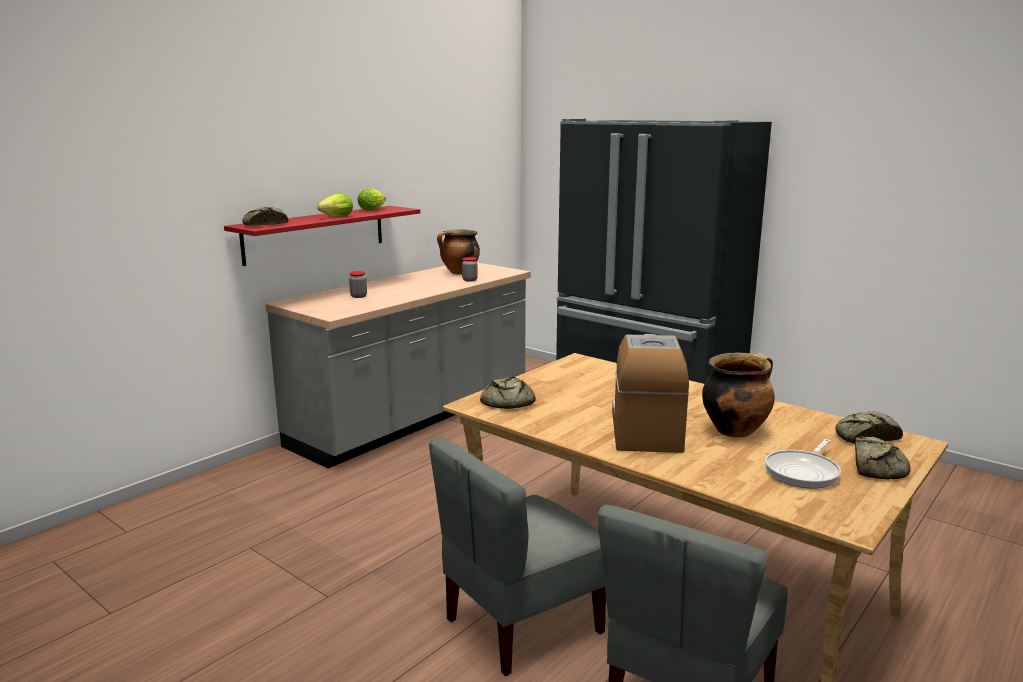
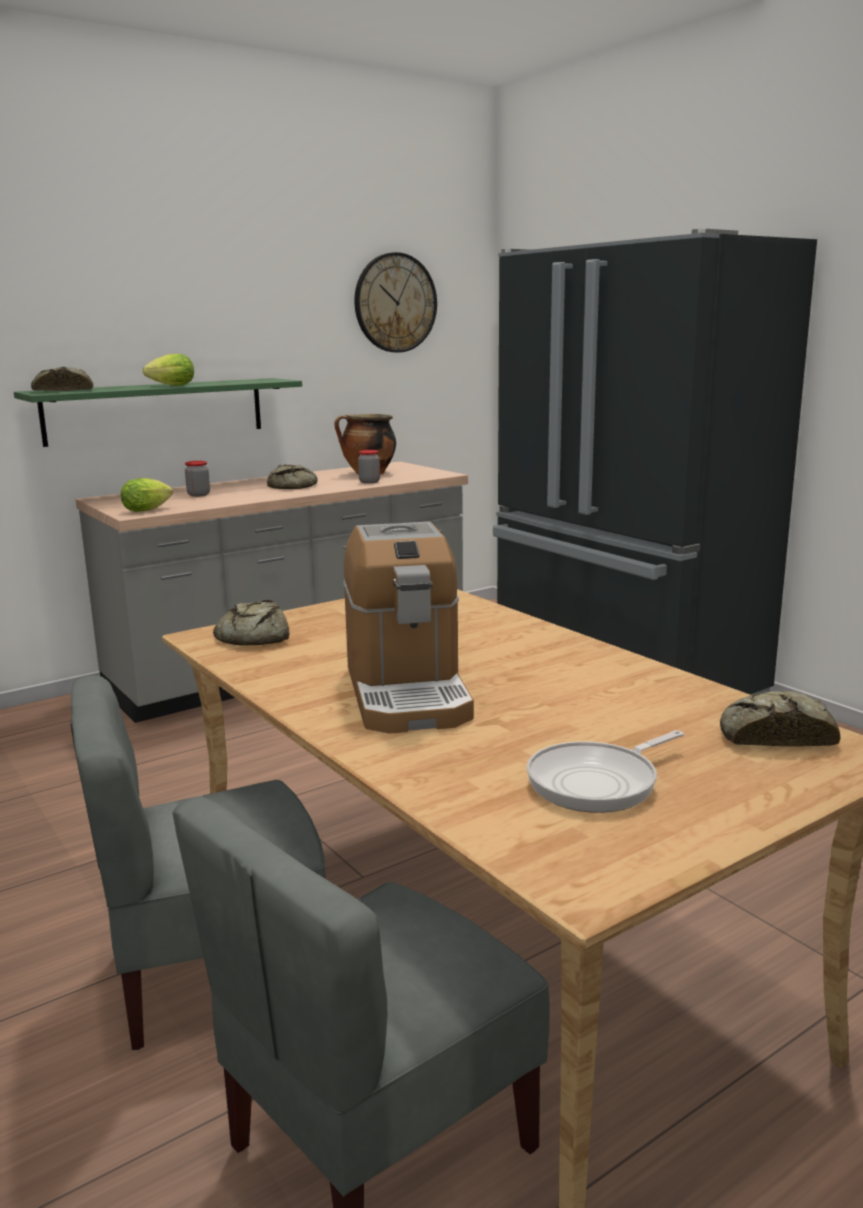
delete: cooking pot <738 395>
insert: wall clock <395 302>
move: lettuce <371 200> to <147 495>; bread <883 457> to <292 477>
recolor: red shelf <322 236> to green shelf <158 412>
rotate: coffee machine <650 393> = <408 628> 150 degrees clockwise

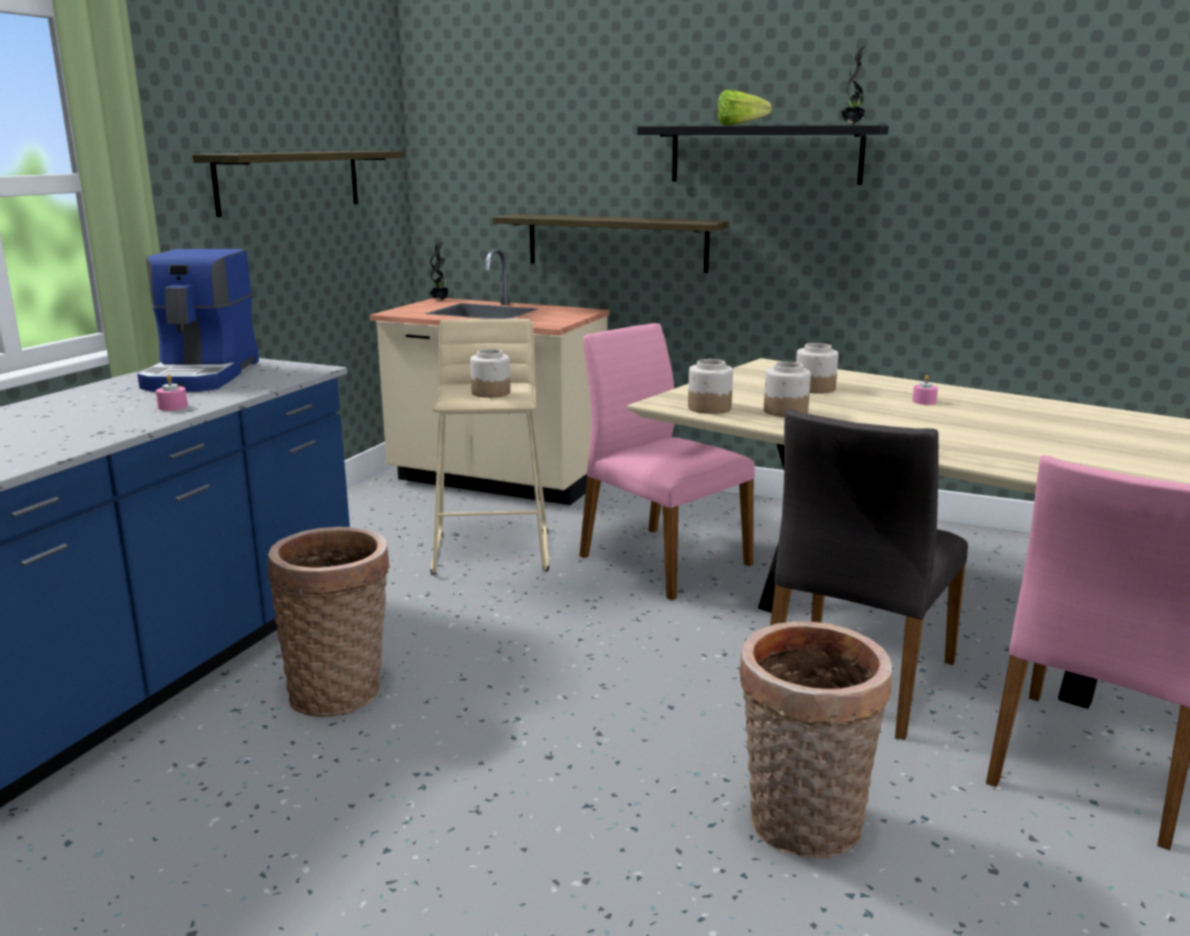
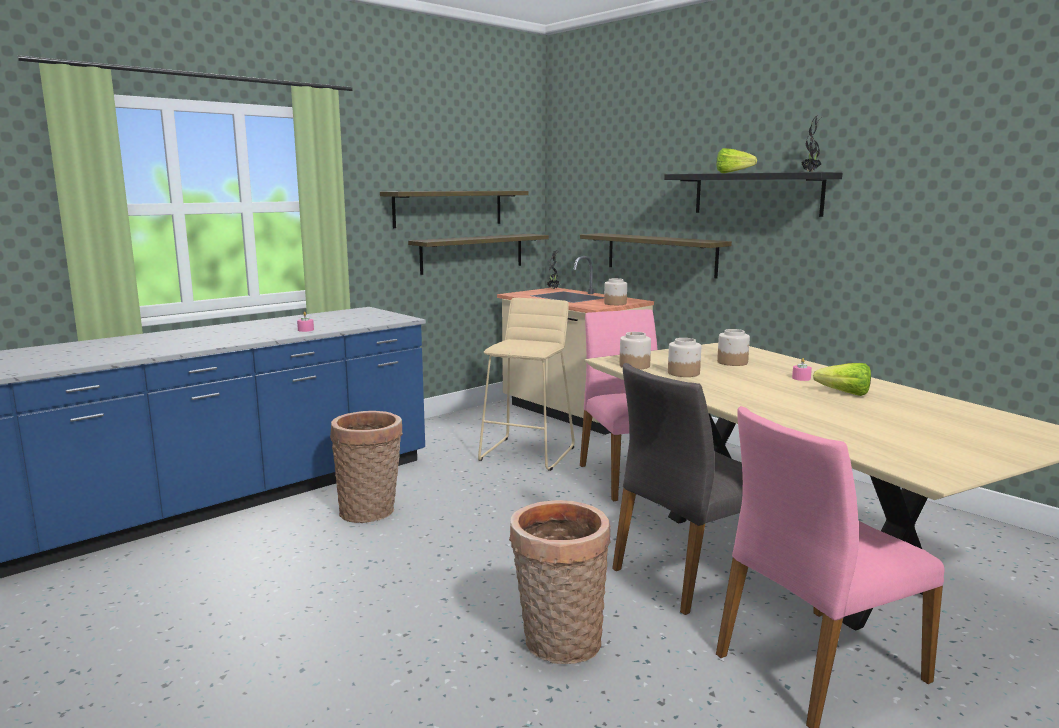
delete: coffee machine <198 320>
insert: shelf <478 254>; lettuce <842 379>
move: jar <490 373> to <615 291>

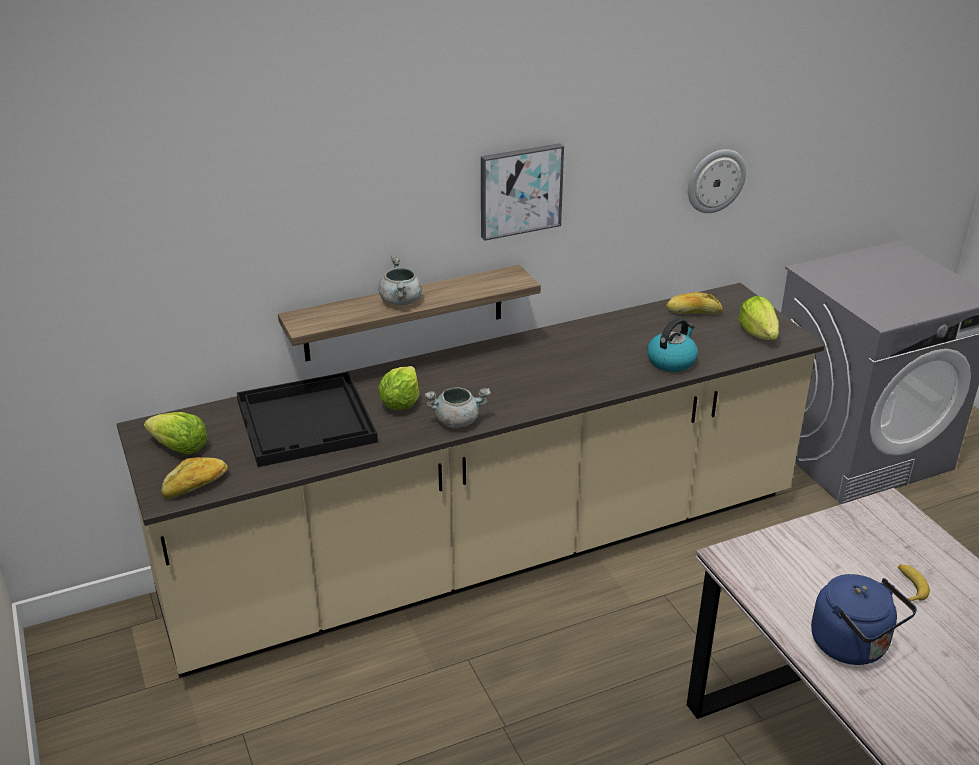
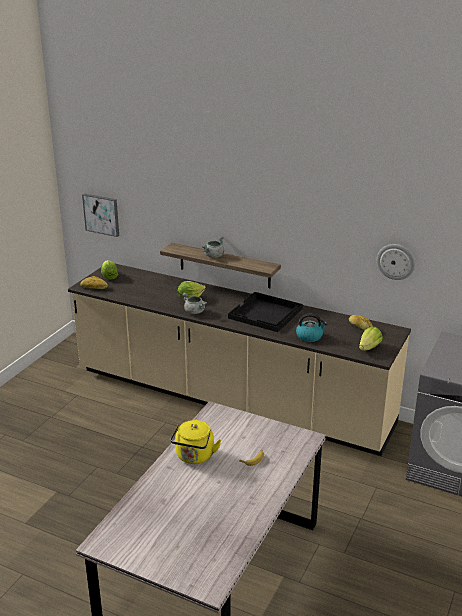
move: picture <522 192> to <100 215>; black tray <307 419> to <265 312>
recolor: blue kettle <864 619> to yellow kettle <195 442>

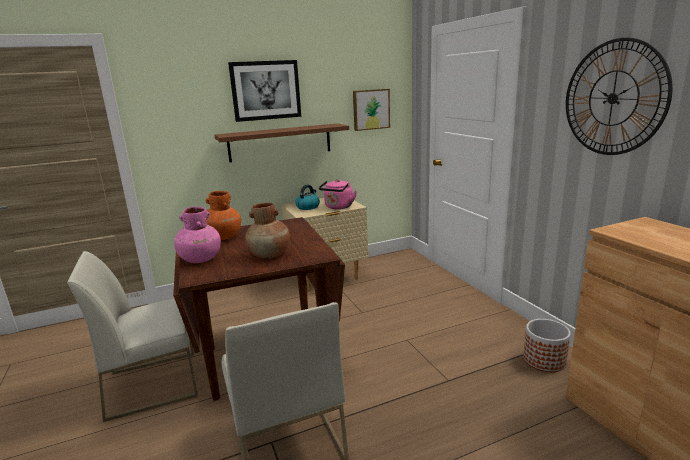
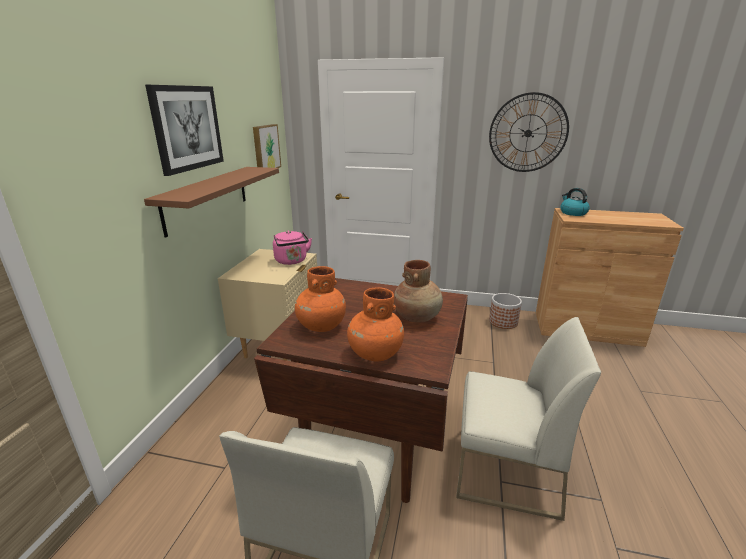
move: kettle <308 197> to <575 202>
recolor: pink vase <197 235> to orange vase <375 324>

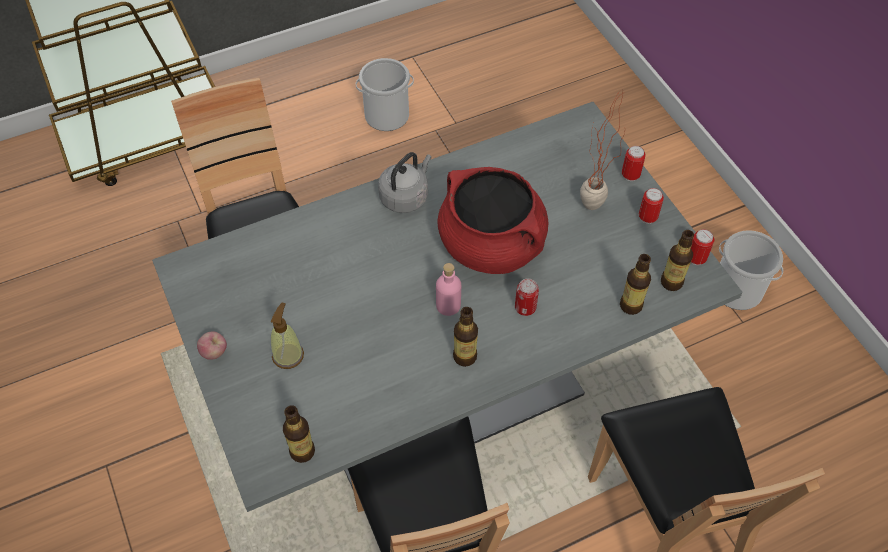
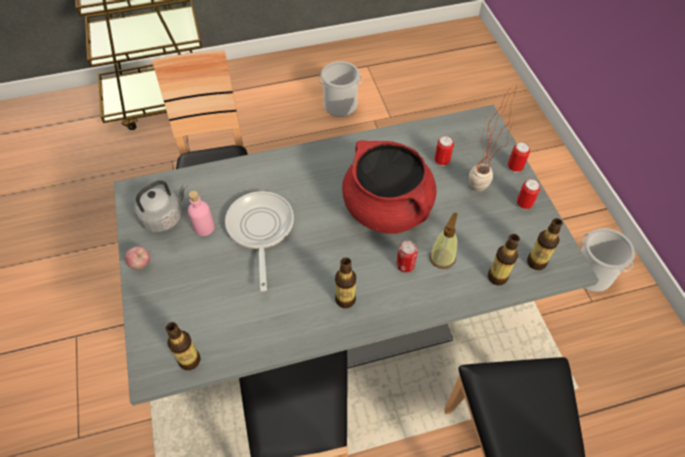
insert: frying pan <259 241>
move: grey kettle <405 182> to <160 206>; pink bottle <448 289> to <201 213>; soap dispenser <287 336> to <443 240>; can <702 247> to <444 151>

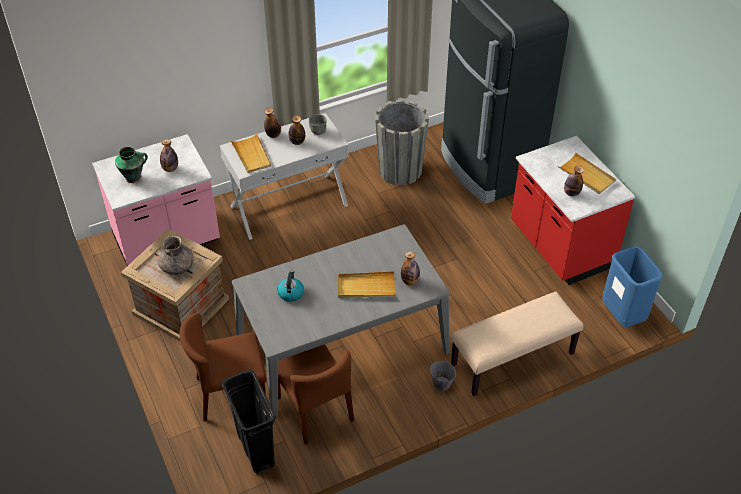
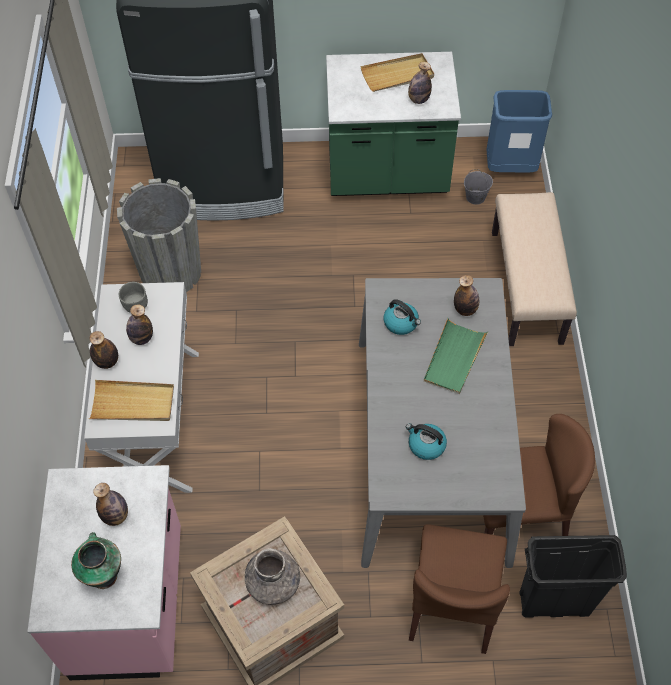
insert: kettle <402 317>
move: grey bucket <443 375> to <478 187>
recolor: red counter <573 210> to green counter <393 124>; beige tray <366 284> to green tray <456 356>

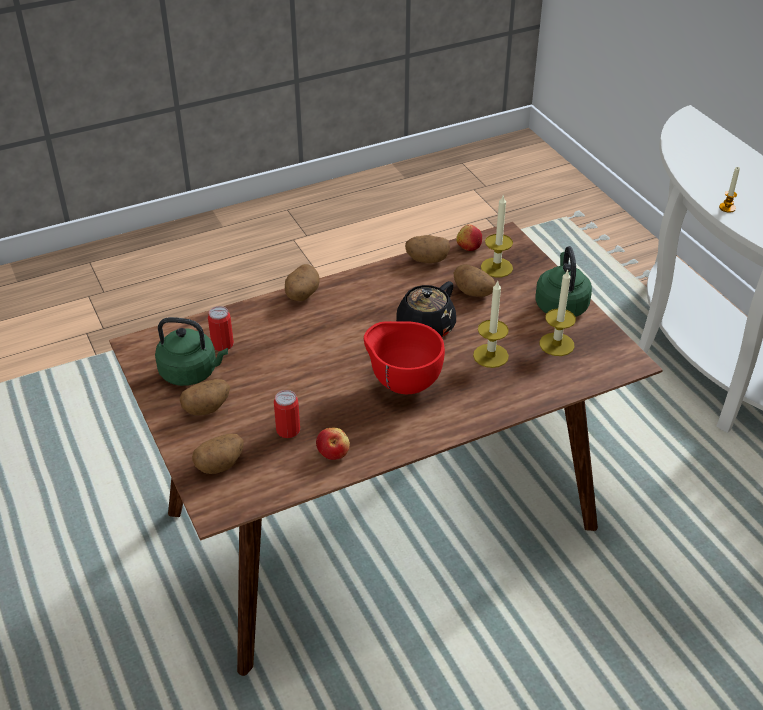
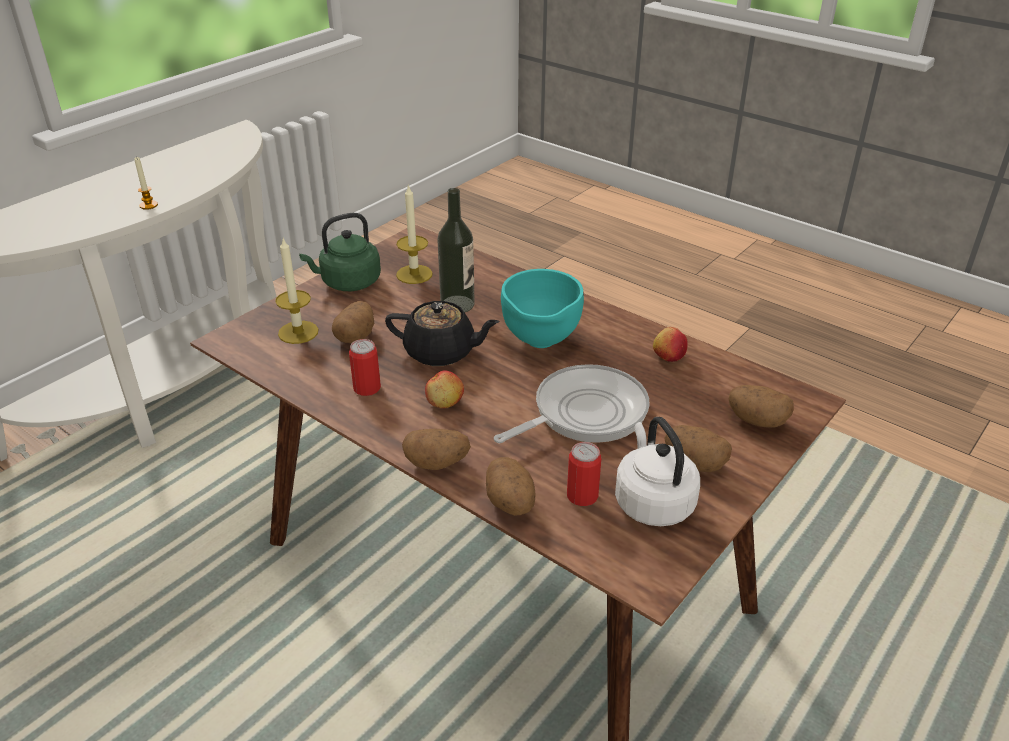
insert: frying pan <572 403>
move: can <287 414> to <365 367>; apple <469 237> to <444 389>; potato <427 249> to <511 486>
replace: candle <491 324> to bottle <456 250>
recolor: red bowl <404 357> to turquoise bowl <542 308>; green kettle <191 351> to white kettle <657 471>

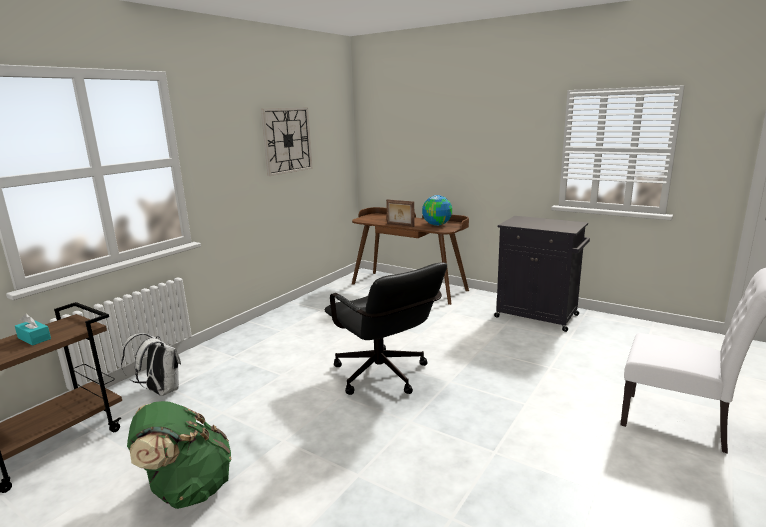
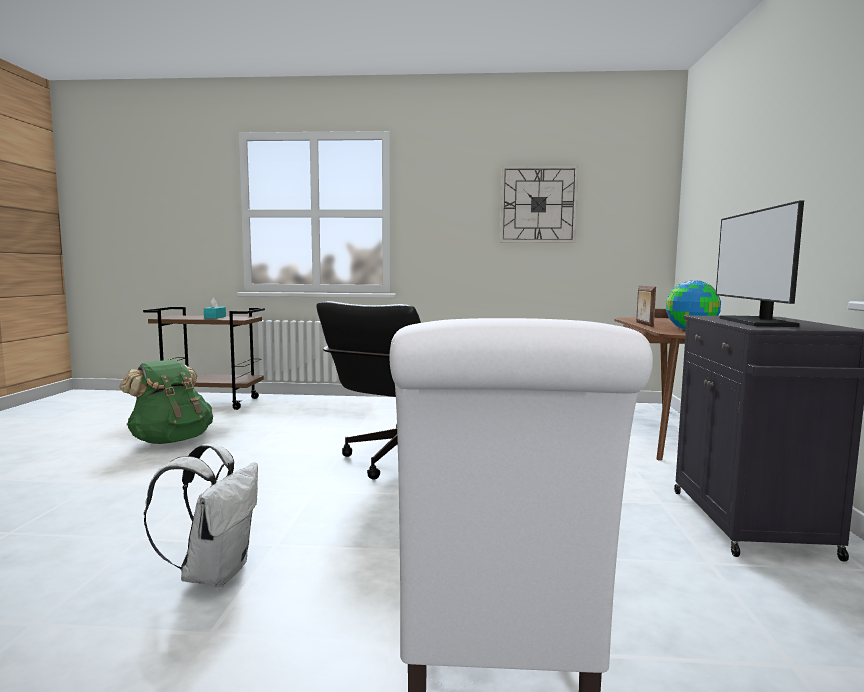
insert: monitor <760 263>
move: white backpack <151 364> to <201 515>

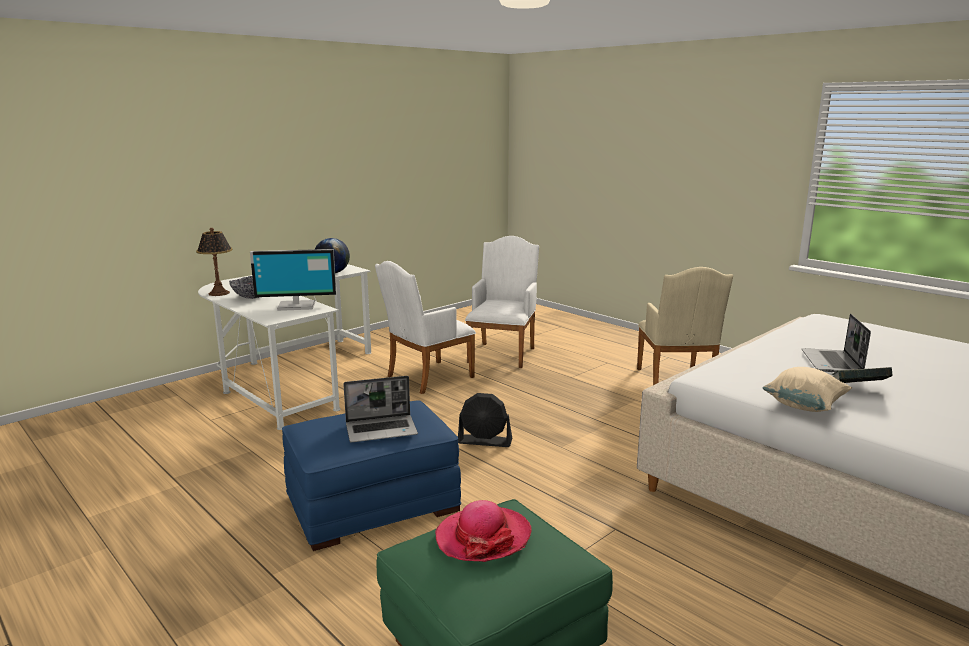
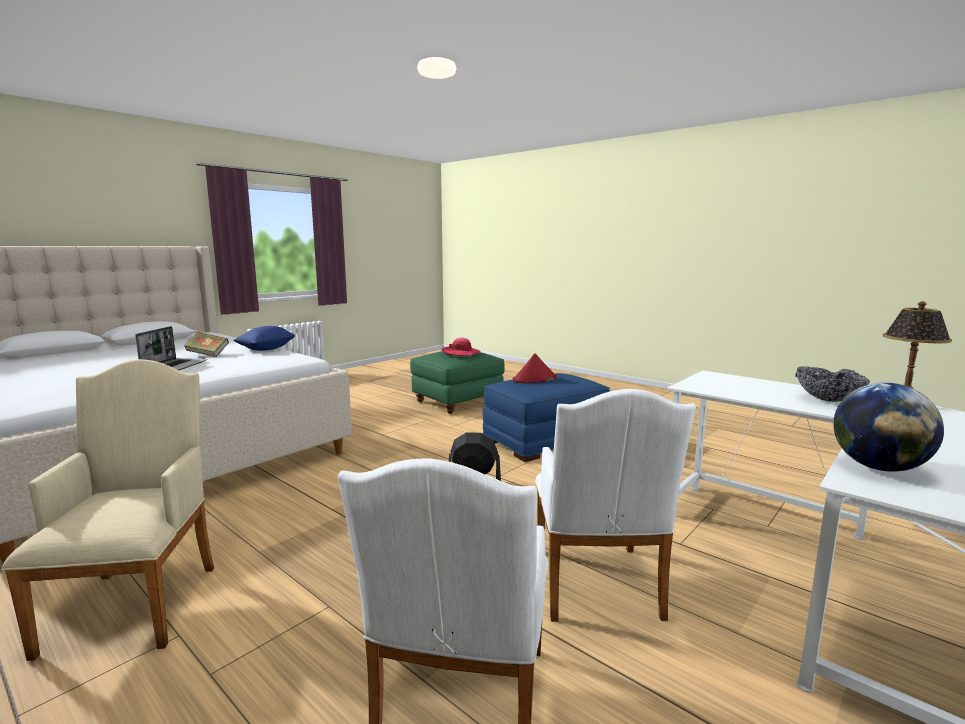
delete: monitor <293 280>
replace: laptop <380 409> to red hat <534 368>
recolor: beige pillow <807 389> to blue pillow <264 338>
rotate: white armchair <425 327> = <615 505> 135 degrees clockwise

